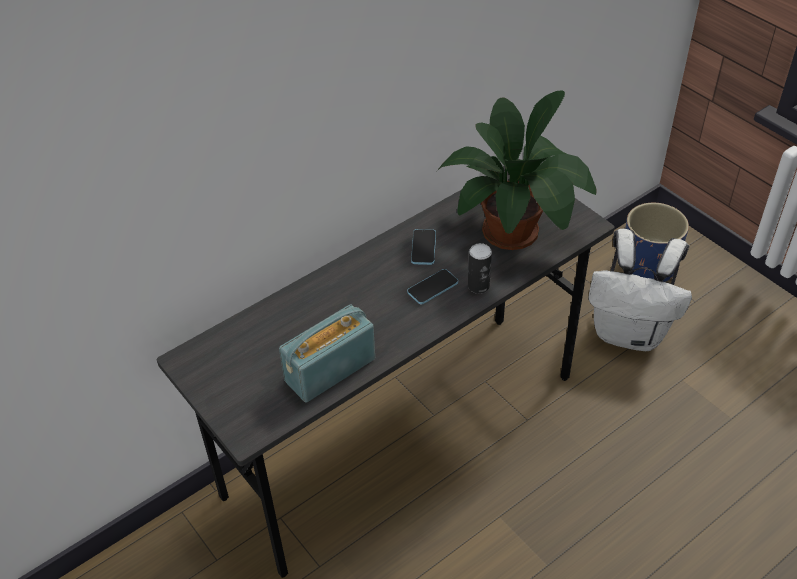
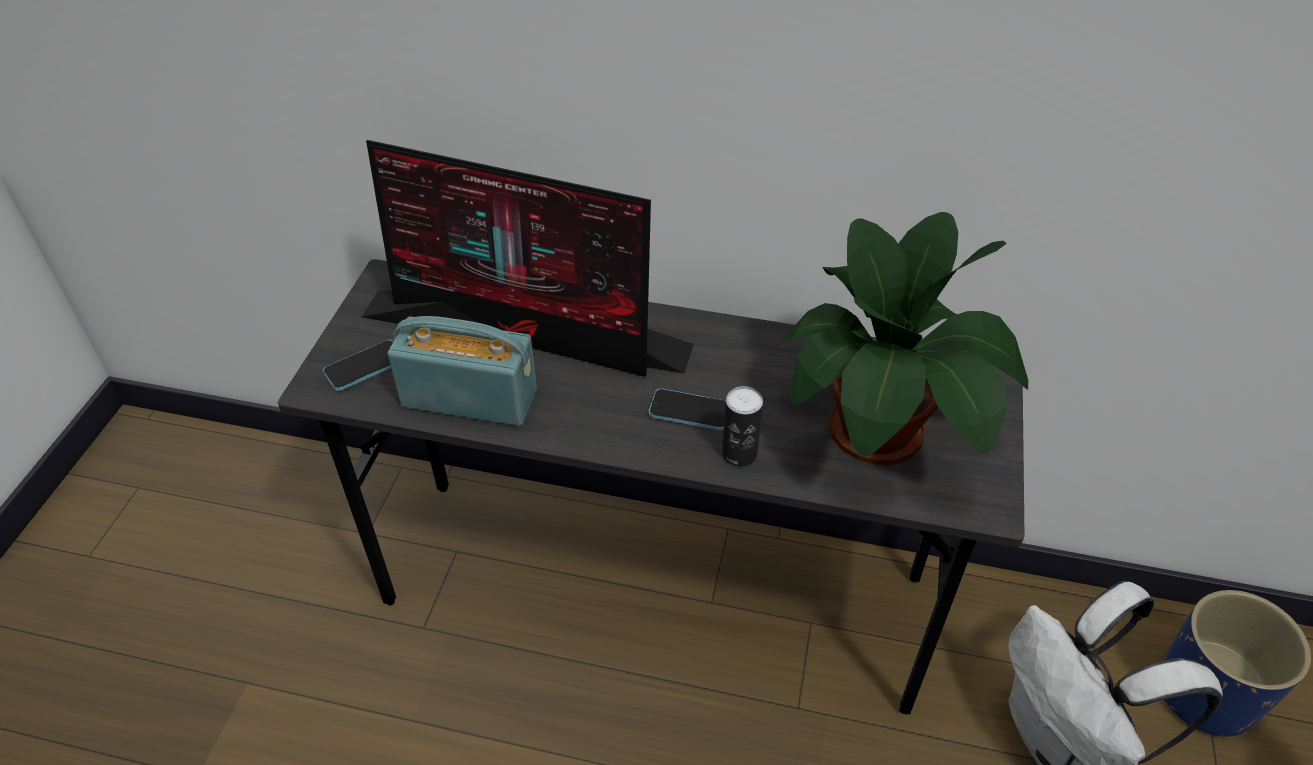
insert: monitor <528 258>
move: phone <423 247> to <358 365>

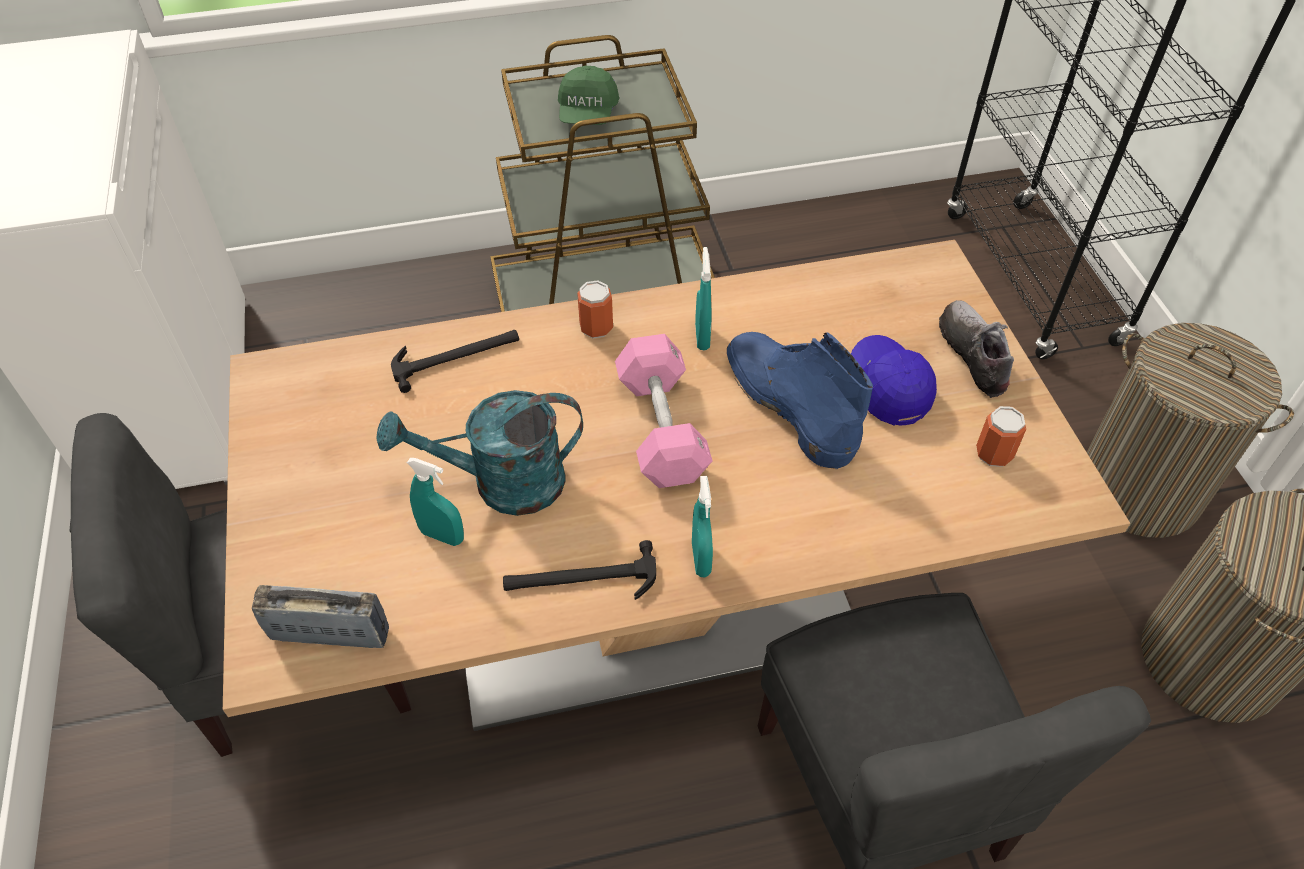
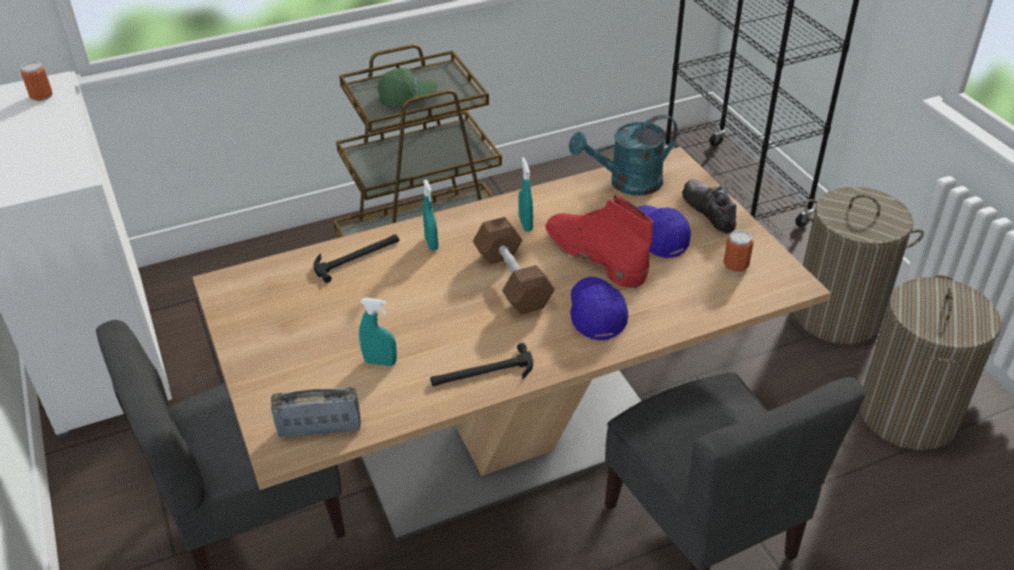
insert: blue cap <599 308>
move: can <595 309> to <36 81>; turquoise spray bottle <702 526> to <430 215>; turquoise watering can <479 453> to <623 155>
recolor: pink dumbbell <664 411> to brown dumbbell <514 266>; blue boot <800 401> to red boot <599 241>
rotate: green cap <588 95> = <408 87> 90 degrees counterclockwise

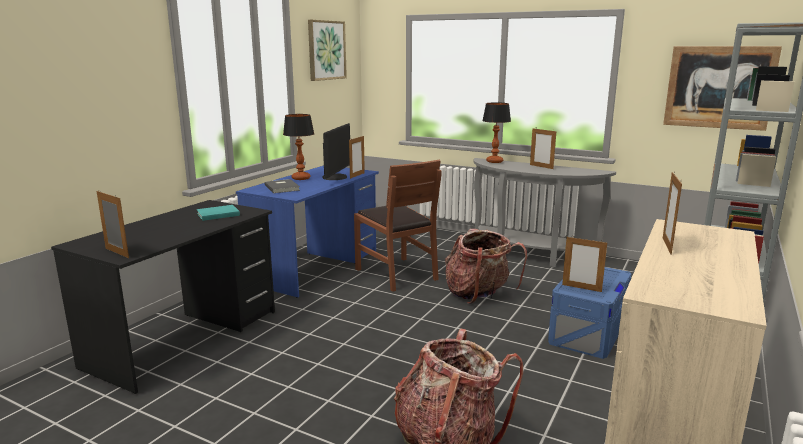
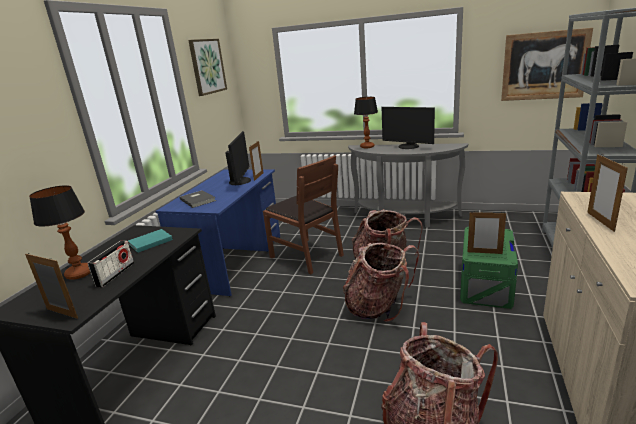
insert: radio <111 263>; backpack <381 282>
move: table lamp <298 147> to <59 232>
replace: picture frame <543 148> to monitor <408 128>
recolor: blue storage box <589 313> to green storage box <489 268>

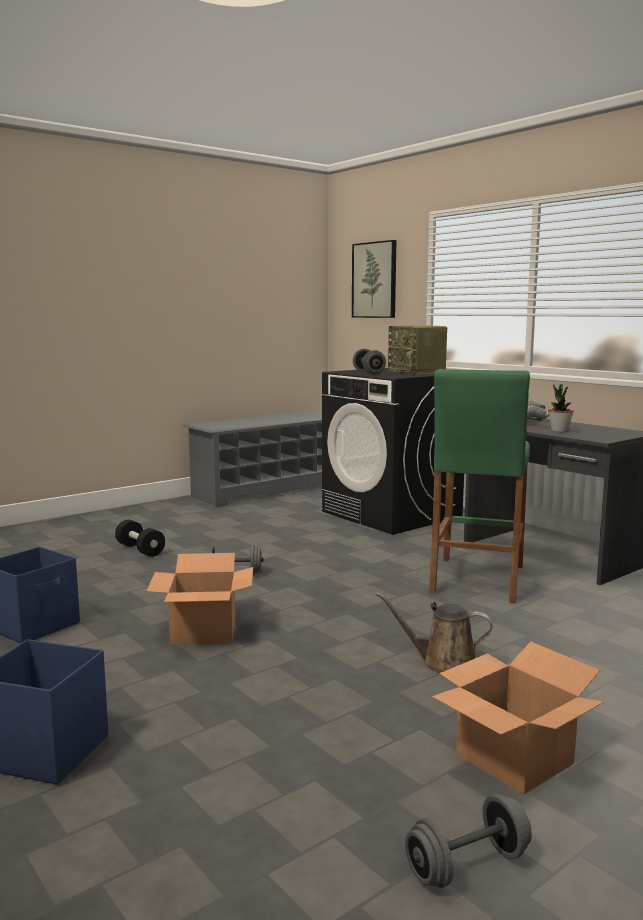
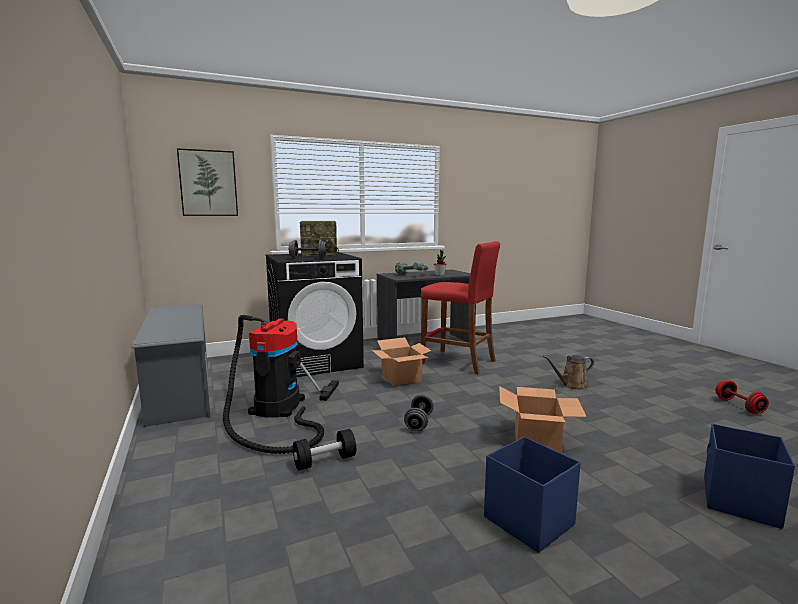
insert: vacuum cleaner <281 384>
move: cardboard box <518 718> to <401 361>
recolor: green stool <479 486> to red stool <460 307>; grey dumbbell <468 841> to red dumbbell <742 397>
rotate: brown watering can <434 632> = <568 372> 45 degrees clockwise

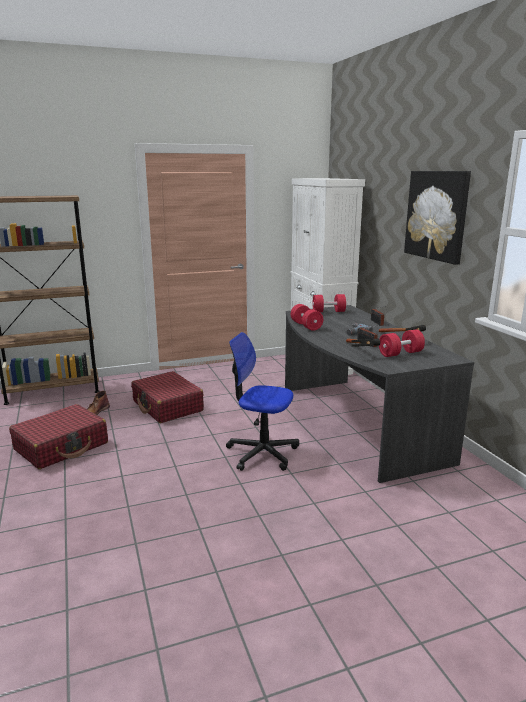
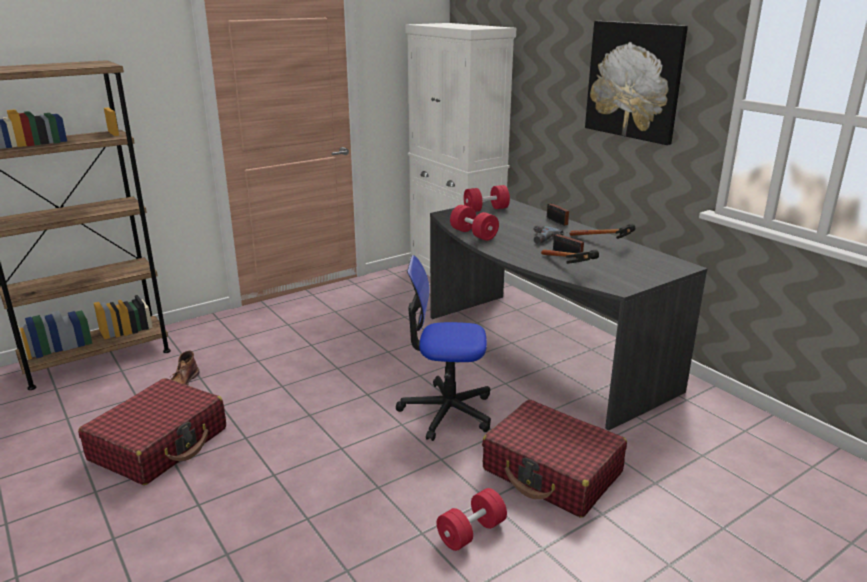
move: red dumbbell <402 343> to <472 519>; red suitcase <167 397> to <554 459>

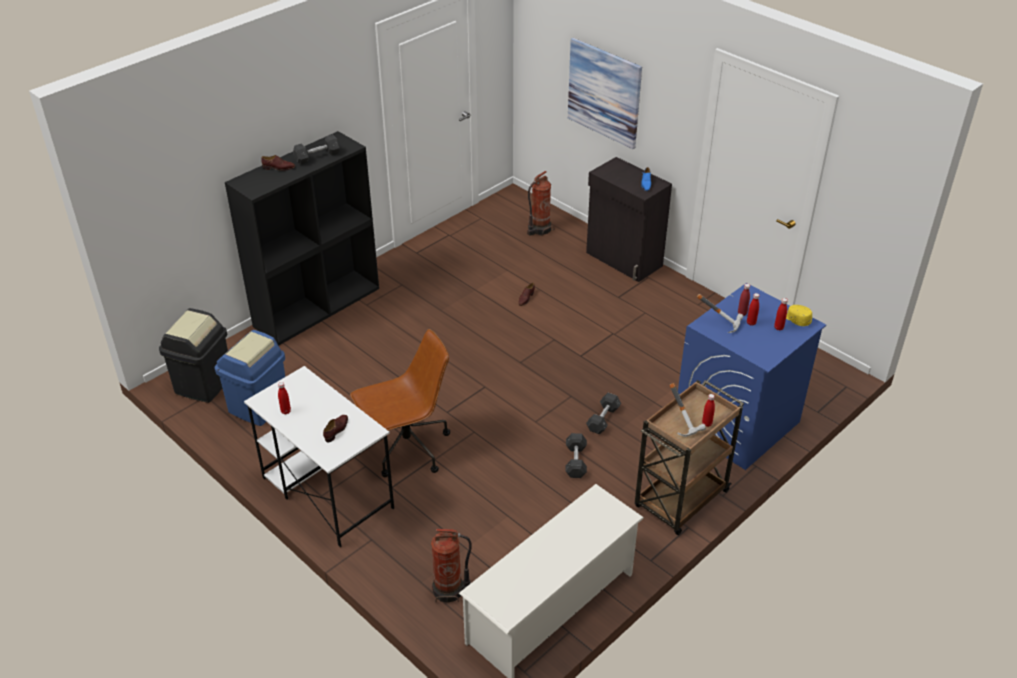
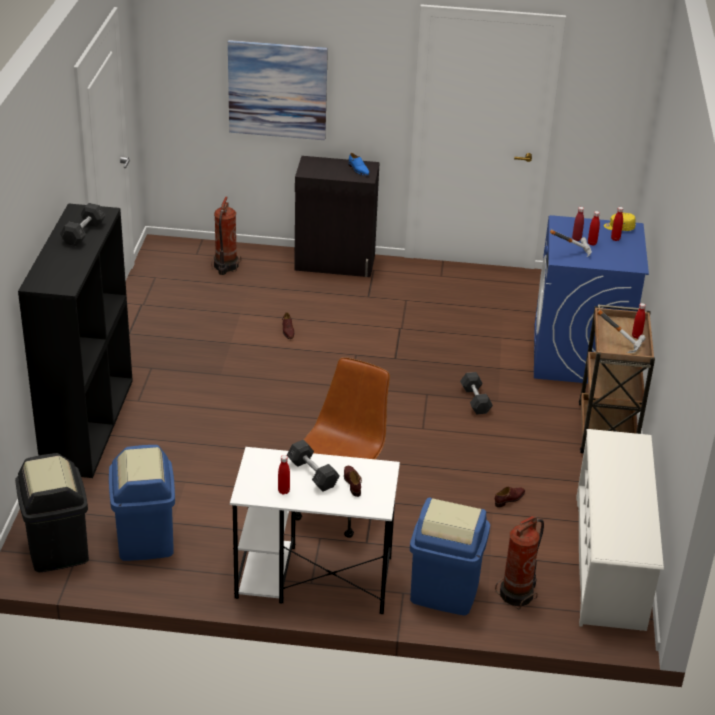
insert: blue trash can <450 557>
move: grey dumbbell <576 455> to <313 465>; brown shoe <278 163> to <510 497>

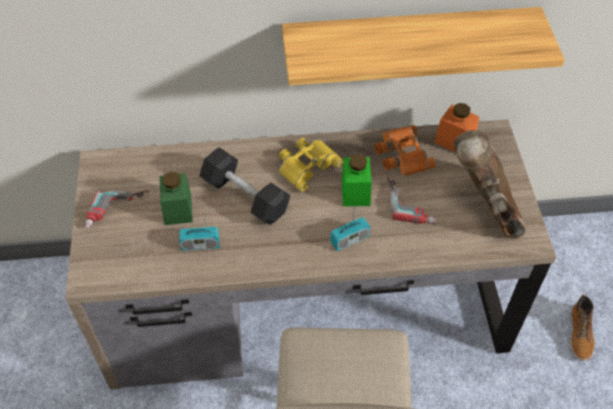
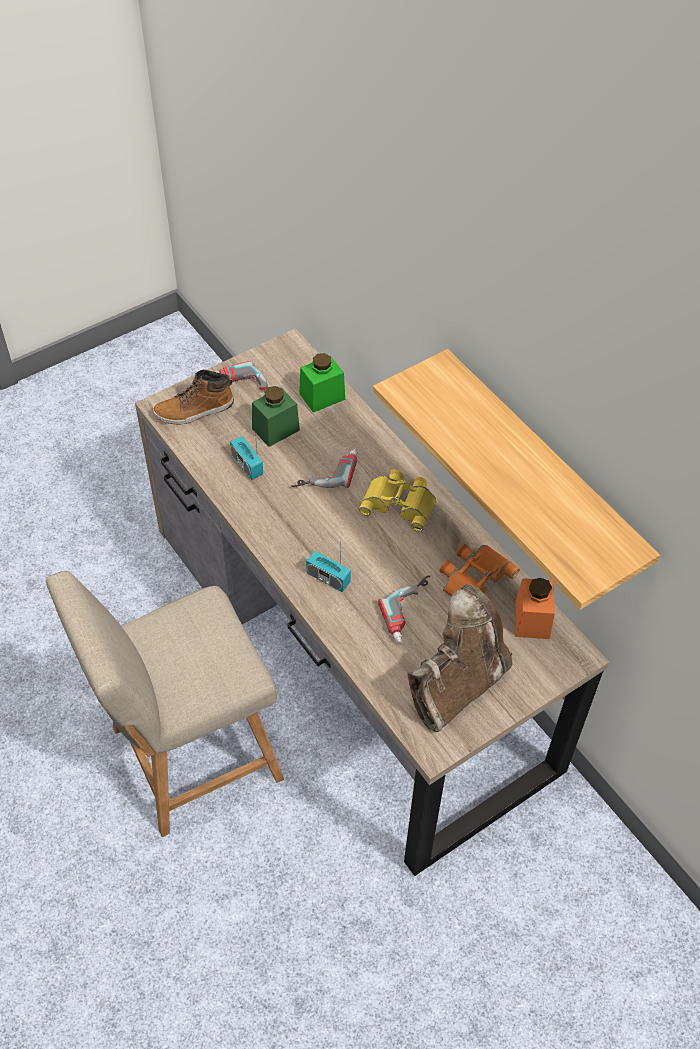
move: boot <582 328> to <193 397>; green jar <357 180> to <322 383>
replace: black dumbbell <244 186> to power drill <324 468>

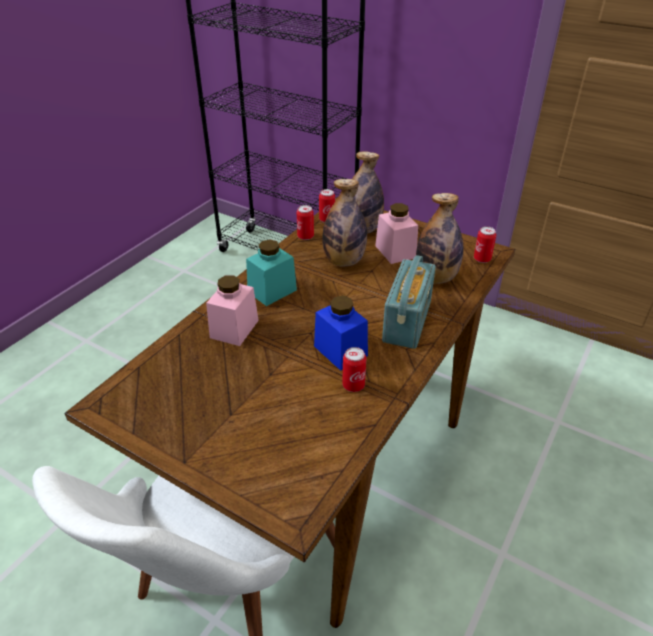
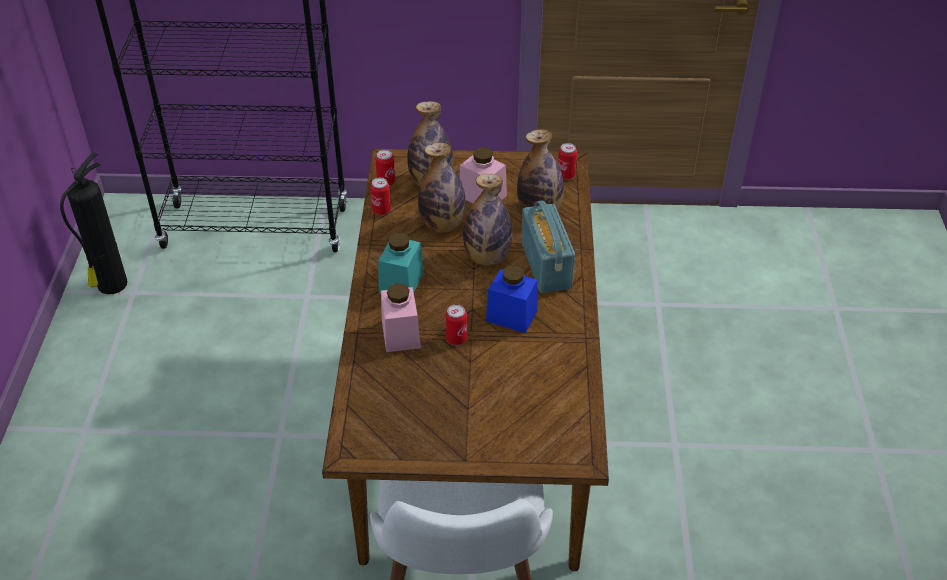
insert: fire extinguisher <93 223>; bottle <488 219>
move: can <354 369> to <456 324>

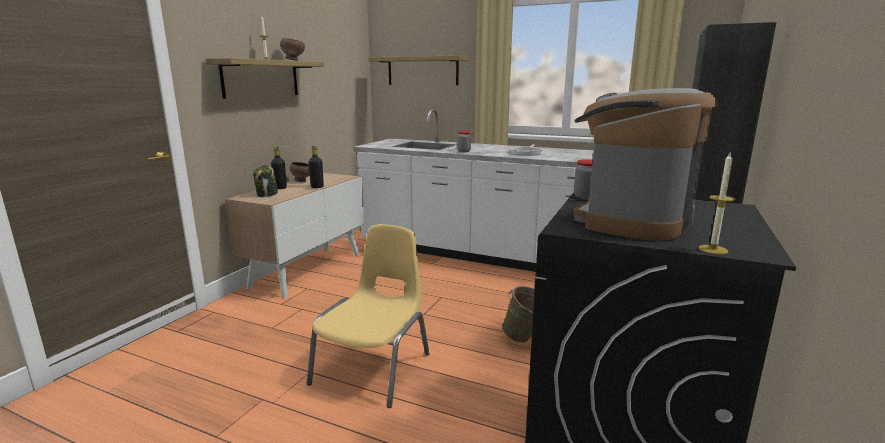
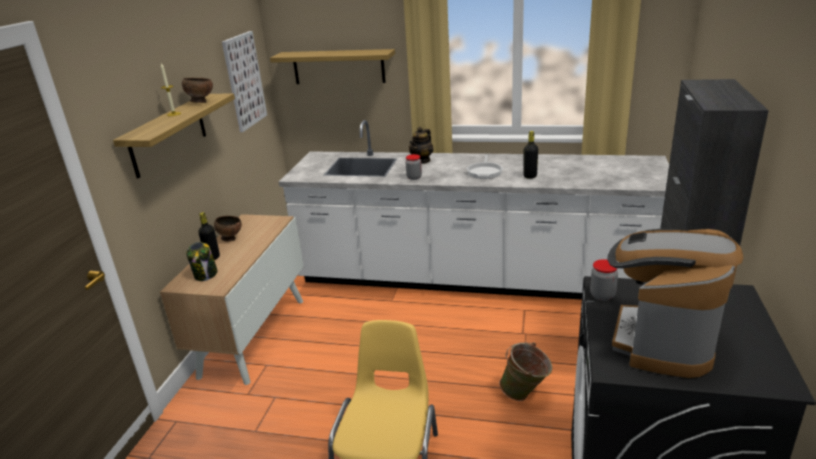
delete: candle <717 203>
insert: picture <244 81>; teapot <421 145>
move: black bottle <316 167> to <530 155>

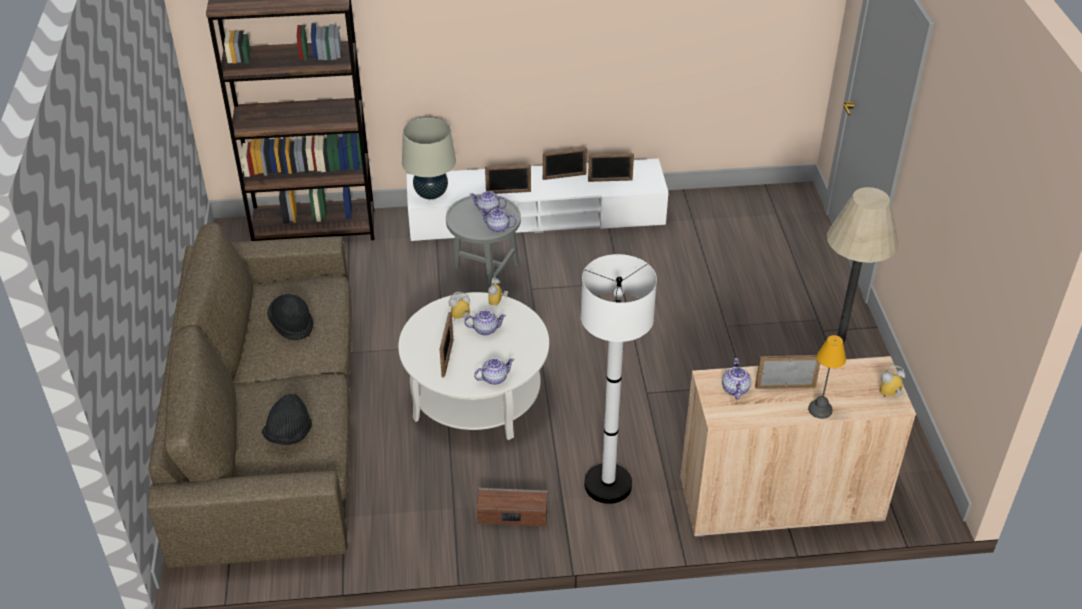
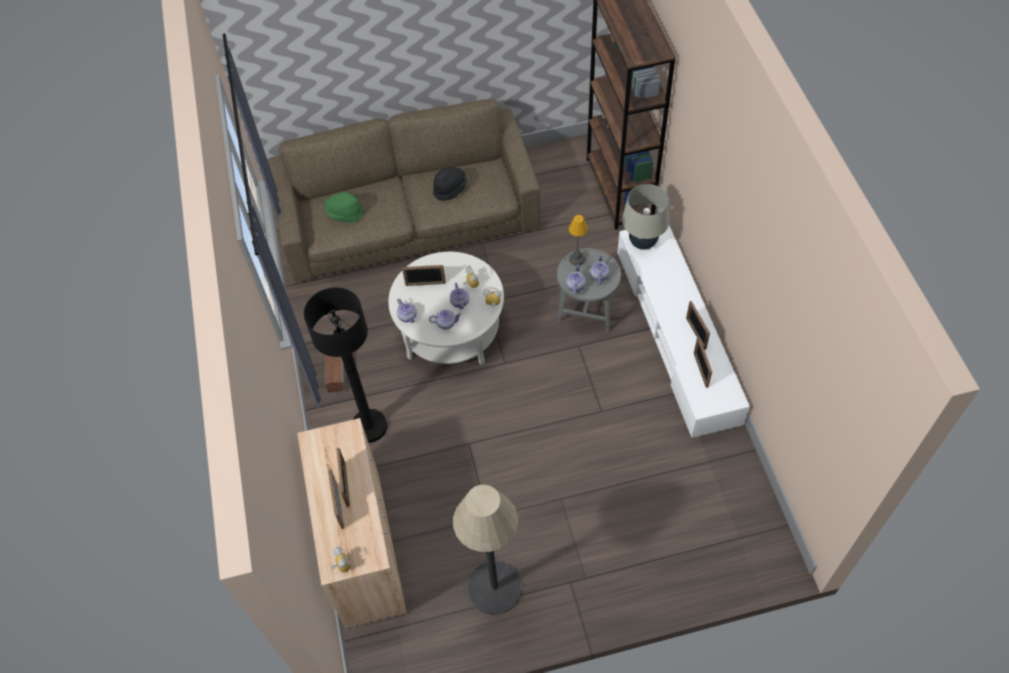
move: picture frame <508 179> to <336 499>; teapot <736 378> to <445 319>; table lamp <827 377> to <578 240>
recolor: white floor lamp <619 379> to black floor lamp <345 365>; black hat <287 419> to green hat <344 207>

